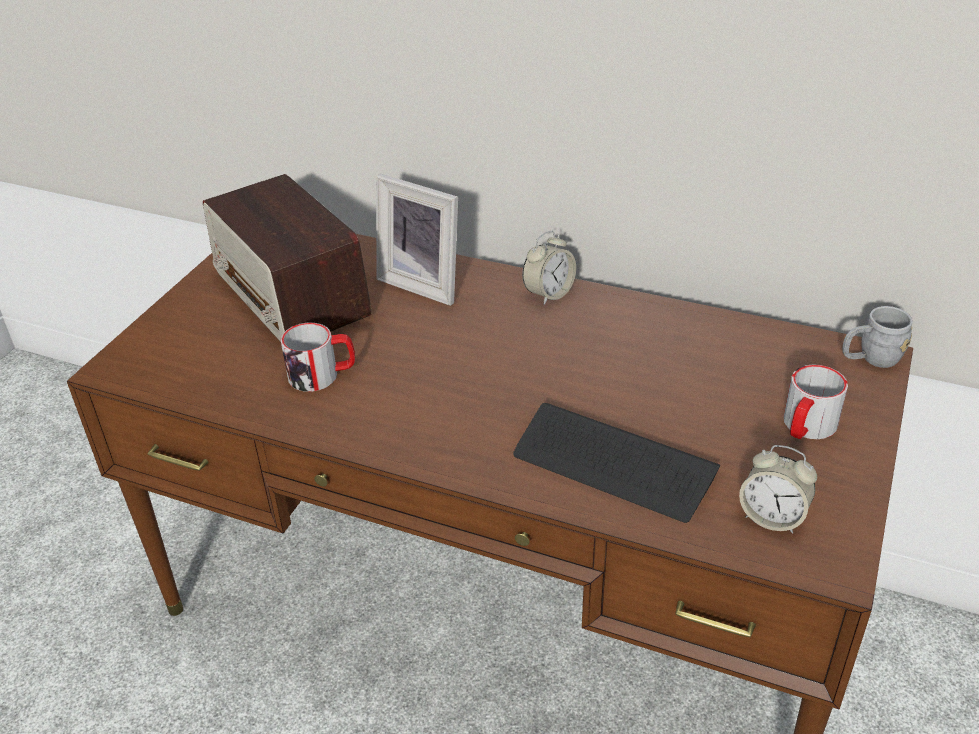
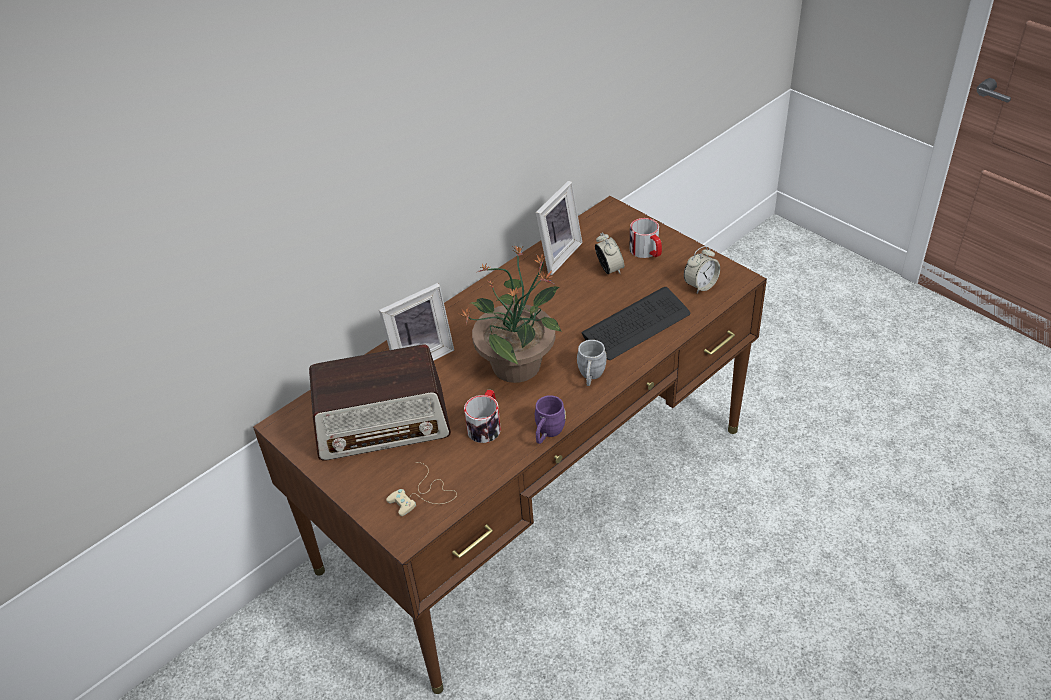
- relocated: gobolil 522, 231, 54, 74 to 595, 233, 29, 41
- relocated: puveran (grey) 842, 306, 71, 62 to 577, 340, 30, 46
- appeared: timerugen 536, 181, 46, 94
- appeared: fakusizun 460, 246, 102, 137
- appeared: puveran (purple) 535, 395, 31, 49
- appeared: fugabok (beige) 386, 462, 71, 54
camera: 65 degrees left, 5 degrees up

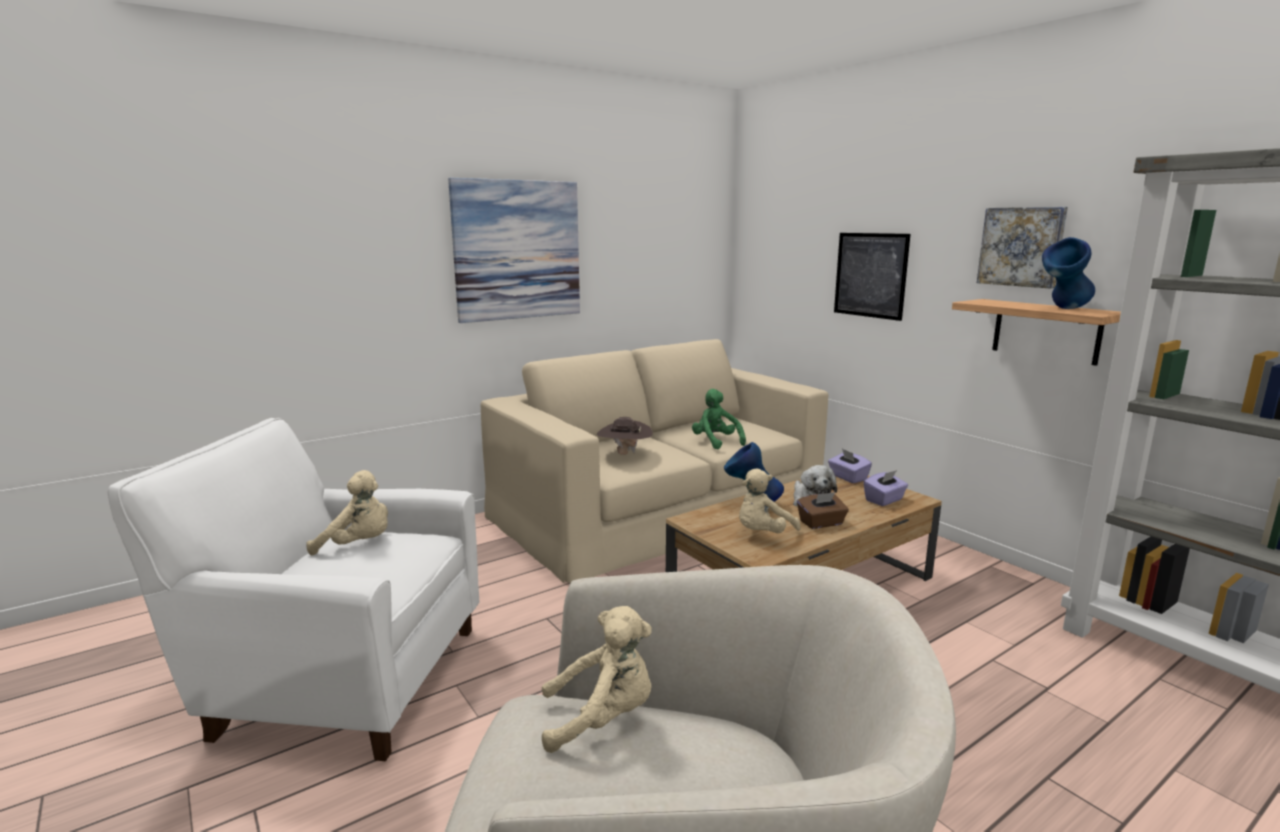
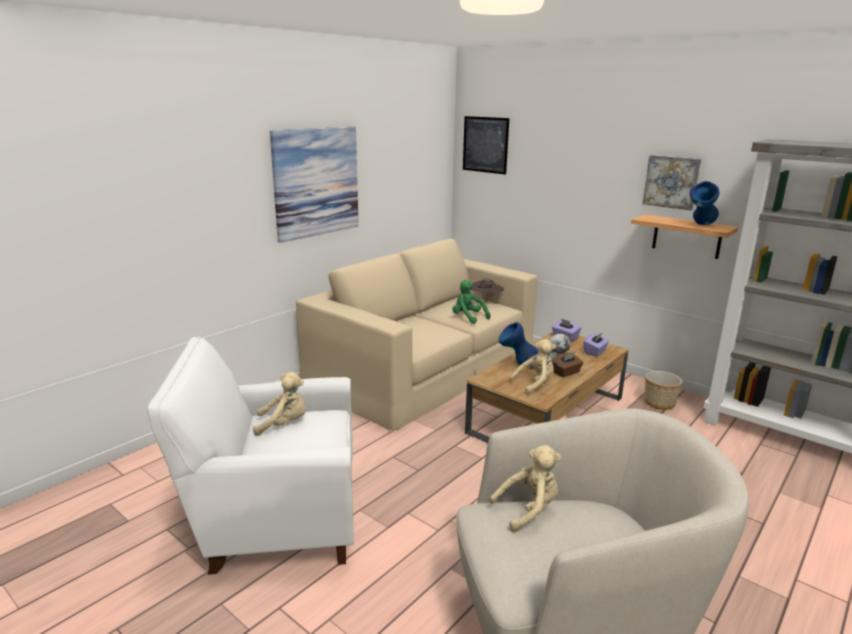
- relocated: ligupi 834, 233, 76, 88 to 463, 116, 46, 58
- relocated: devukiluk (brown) 597, 417, 56, 38 to 471, 278, 33, 24
- spun: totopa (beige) 739, 469, 62, 64 = 509, 339, 47, 56 150 degrees counterclockwise
- appeared: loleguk 644, 371, 38, 39
camera: 15 degrees left, 5 degrees up

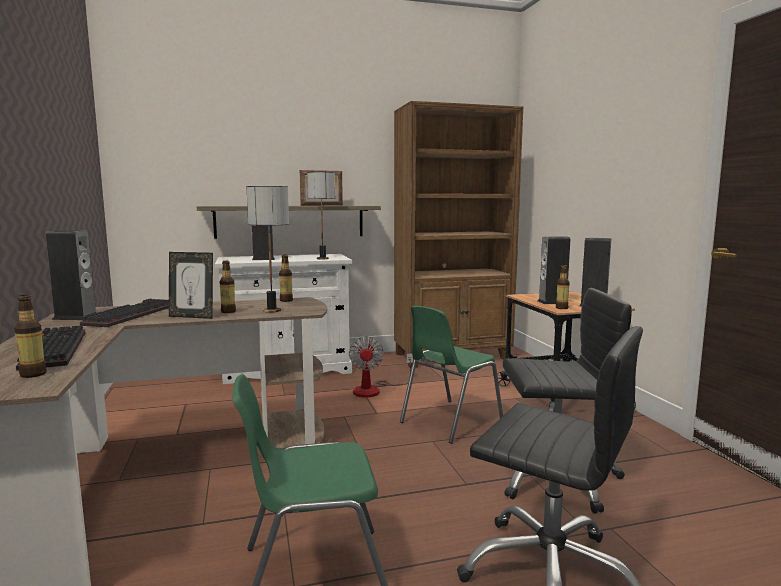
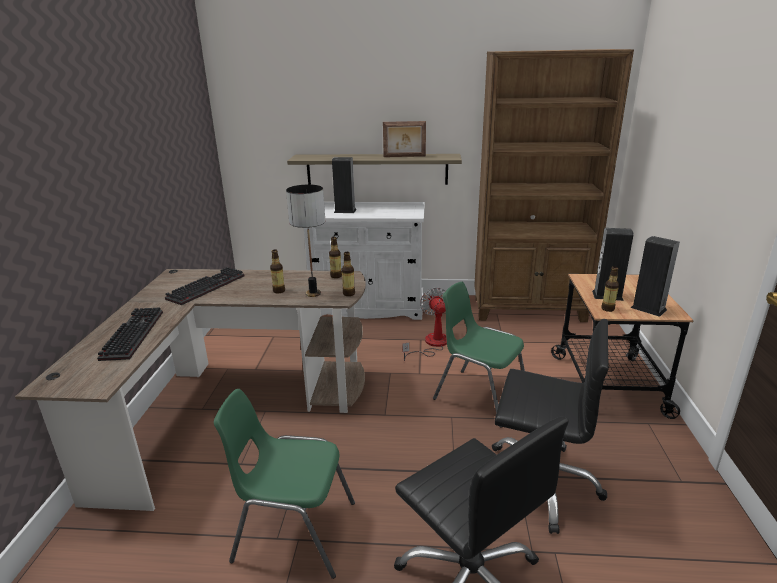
- missing: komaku 307, 172, 28, 88
- missing: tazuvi 46, 230, 51, 90
- missing: timerugen 169, 252, 44, 67
- relocated: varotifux 14, 295, 33, 83 to 342, 252, 13, 44
- spun: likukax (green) 400, 306, 103, 138 = 433, 282, 92, 146 60 degrees clockwise
- spun: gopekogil 349, 336, 64, 61 = 403, 287, 44, 74 150 degrees clockwise
camera: 20 degrees right, 15 degrees up

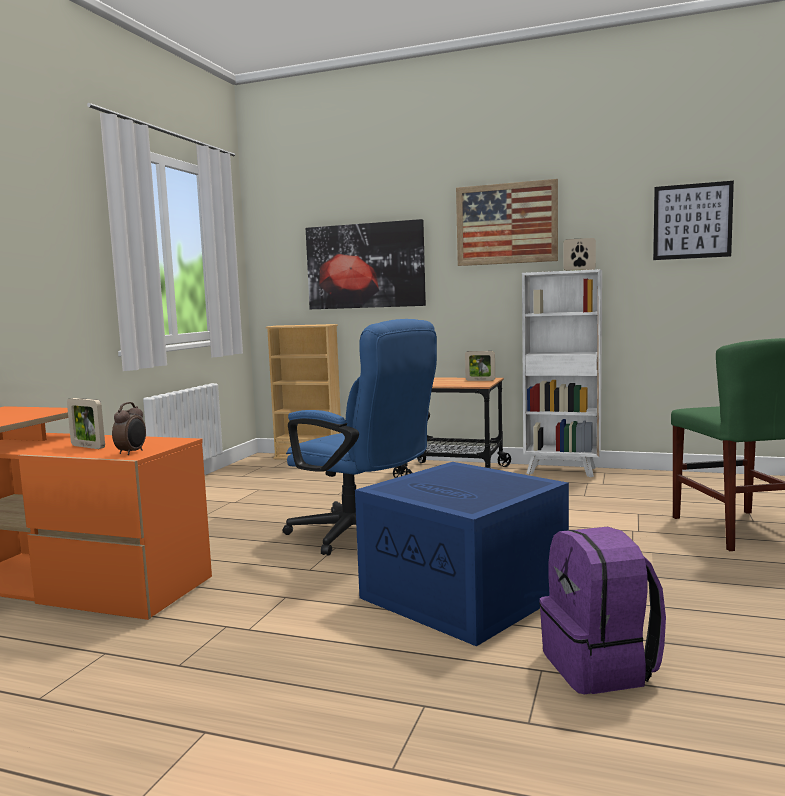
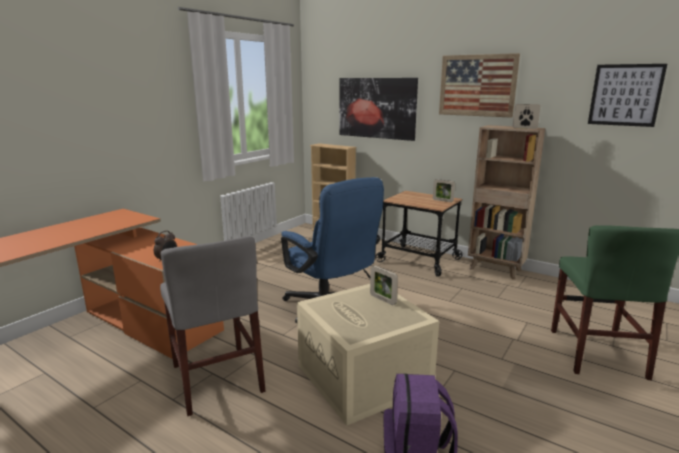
- colour: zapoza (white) 522, 269, 80, 208 to zapoza (brown) 468, 125, 77, 155
- relocated: timerugen 67, 398, 38, 51 to 370, 265, 28, 40
- colour: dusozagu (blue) 355, 462, 214, 184 to dusozagu (beige) 297, 284, 142, 142
- appeared: likukax (grey) 160, 236, 105, 180
camera: 15 degrees right, 10 degrees up

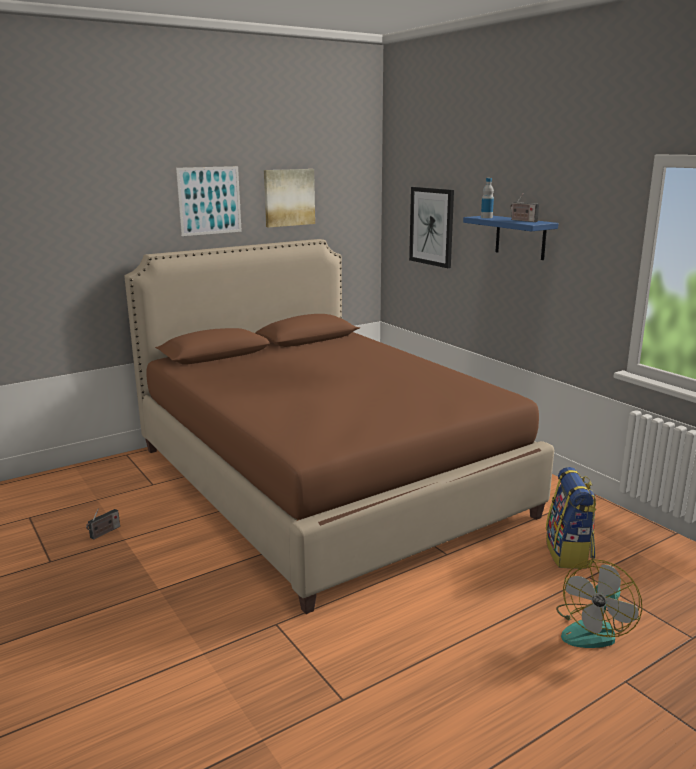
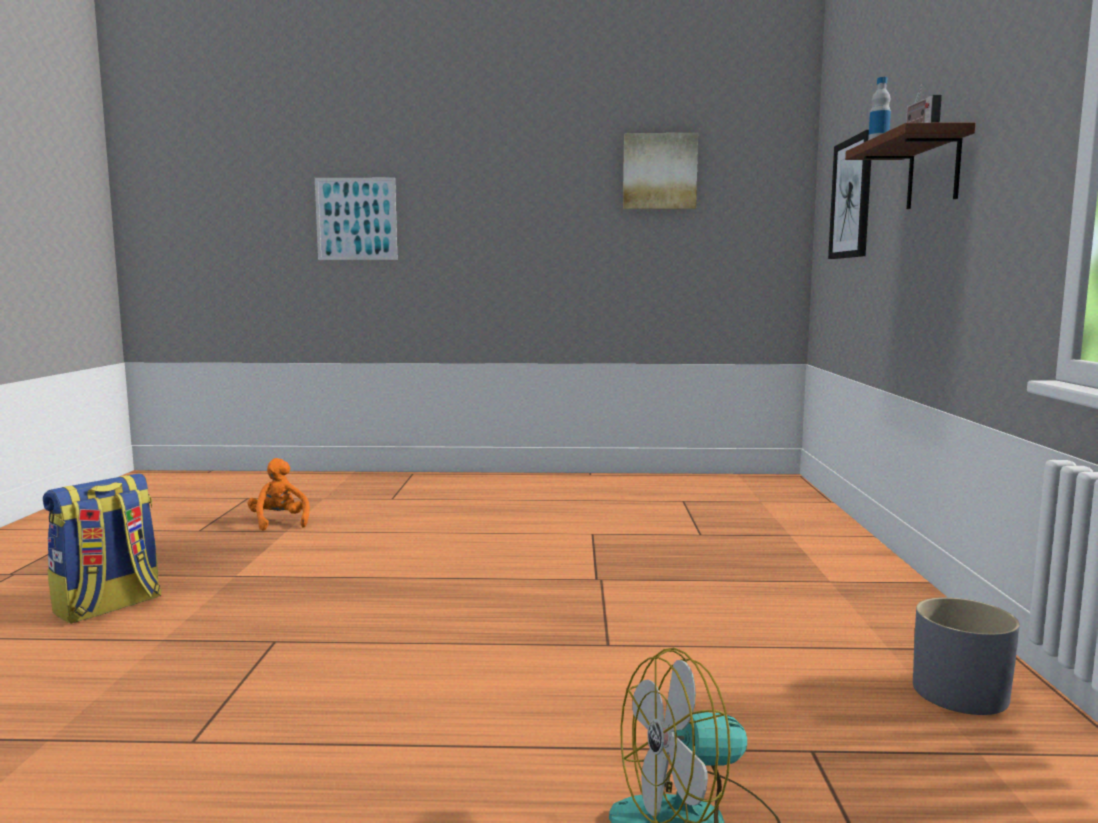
- relocated: ligupi 176, 166, 66, 70 to 315, 178, 83, 82
- colour: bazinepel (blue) 463, 216, 95, 44 to bazinepel (brown) 845, 122, 131, 87
- missing: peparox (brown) 125, 239, 429, 375
- relocated: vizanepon 546, 467, 50, 102 to 43, 473, 118, 151
- exchanged: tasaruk 86, 509, 34, 31 to totopa (orange) 248, 458, 62, 73
- appeared: loleguk (grey) 913, 597, 107, 118
camera: 35 degrees right, 10 degrees down

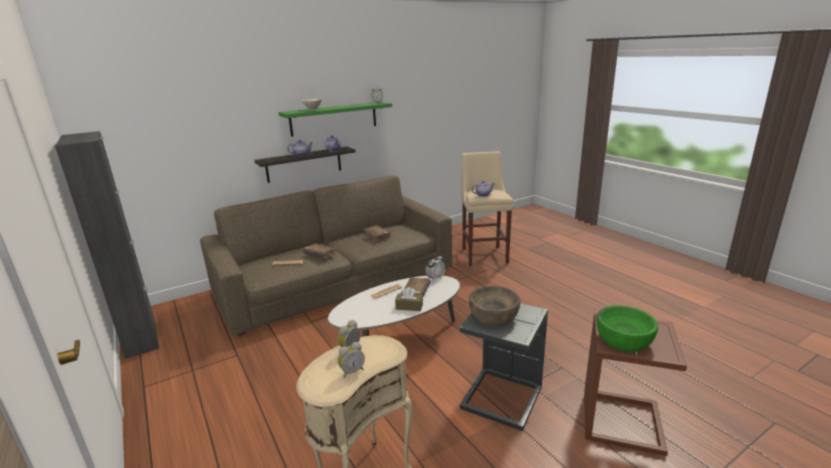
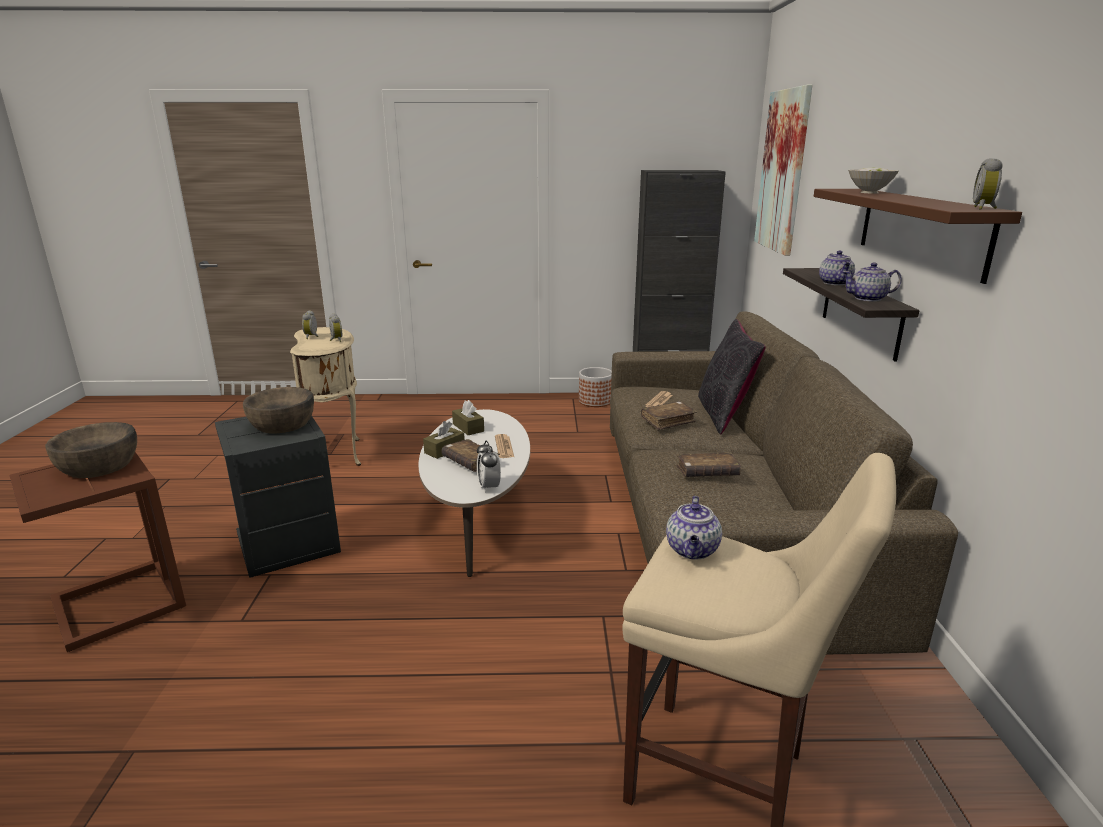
- colour: bazinepel (green) 278, 102, 114, 35 to bazinepel (brown) 813, 189, 209, 95
- colour: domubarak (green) 597, 305, 61, 47 to domubarak (brown) 45, 422, 92, 56
- appeared: ligupi 754, 85, 59, 171
- appeared: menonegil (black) 698, 319, 68, 116
- appeared: loleguk 579, 367, 33, 40
- appeared: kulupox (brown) 452, 400, 32, 35
camera: 120 degrees right, 0 degrees up

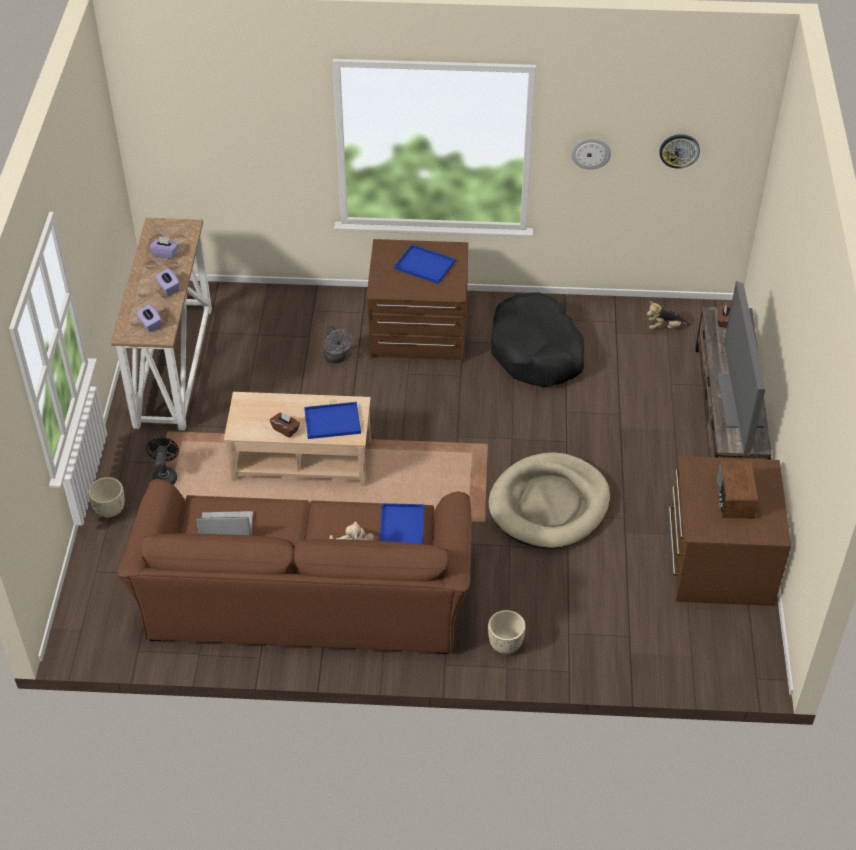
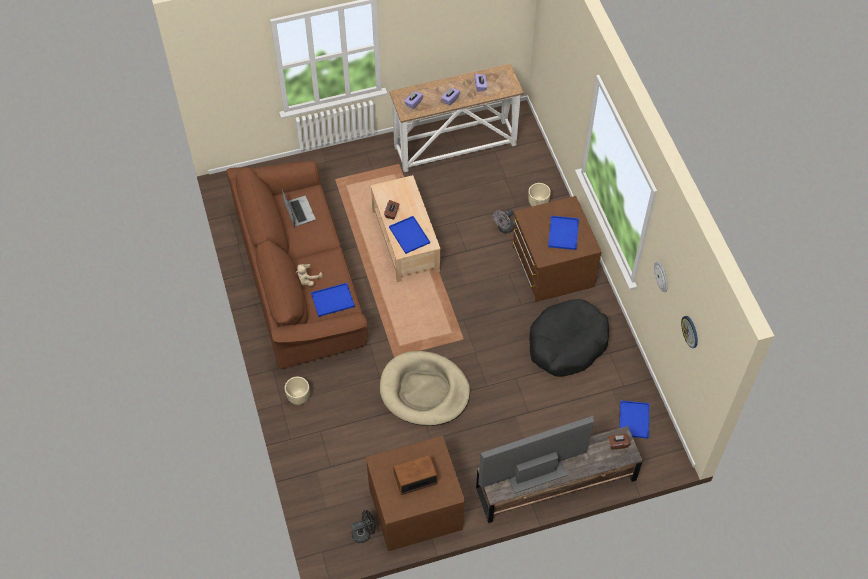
- exchanged: totopa 647, 301, 43, 28 to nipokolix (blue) 619, 401, 30, 37
- relocated: gopekogil (black) 146, 437, 33, 48 to 351, 510, 25, 33
- relocated: loleguk (beige) 88, 477, 36, 40 to 528, 183, 23, 24
camera: 70 degrees right, 10 degrees up

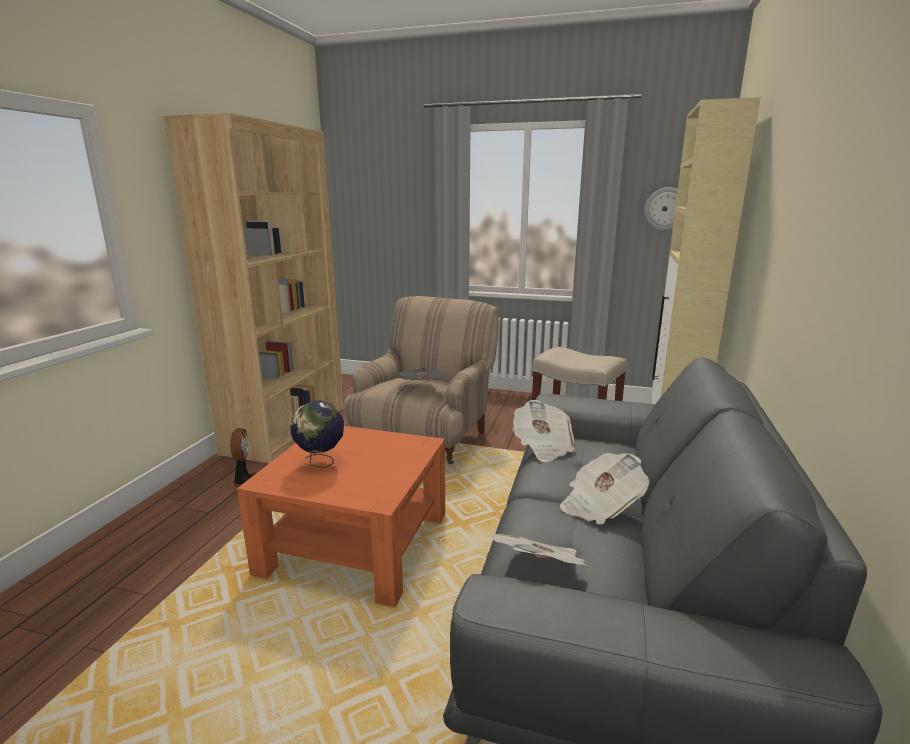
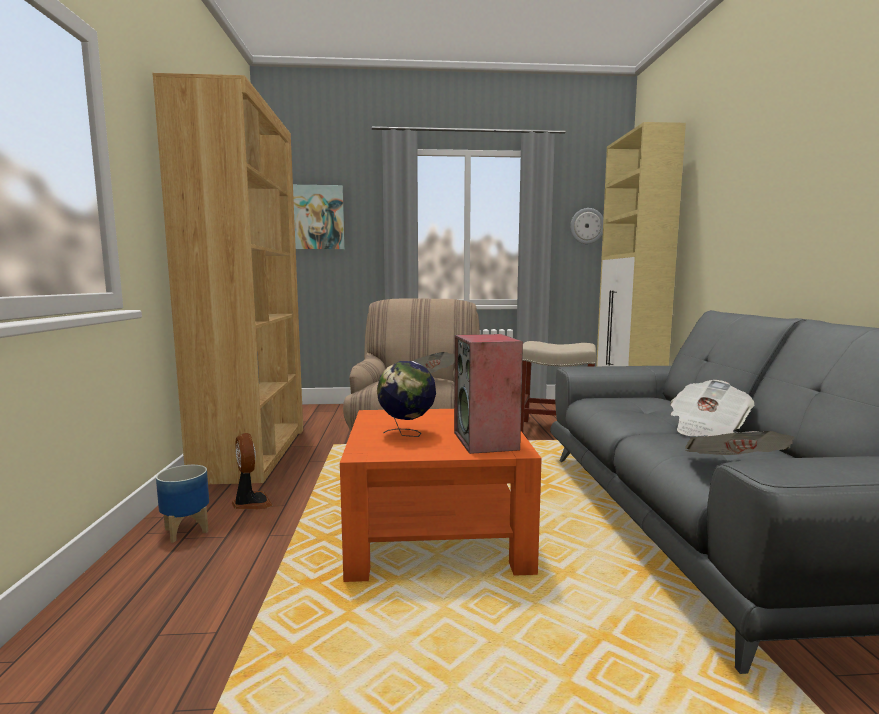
- missing: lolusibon 513, 400, 61, 62
- appeared: ligupi 293, 185, 52, 65
- appeared: tazuvi 454, 334, 69, 120
- appeared: loleguk 156, 465, 53, 78
camera: 20 degrees left, 10 degrees down

